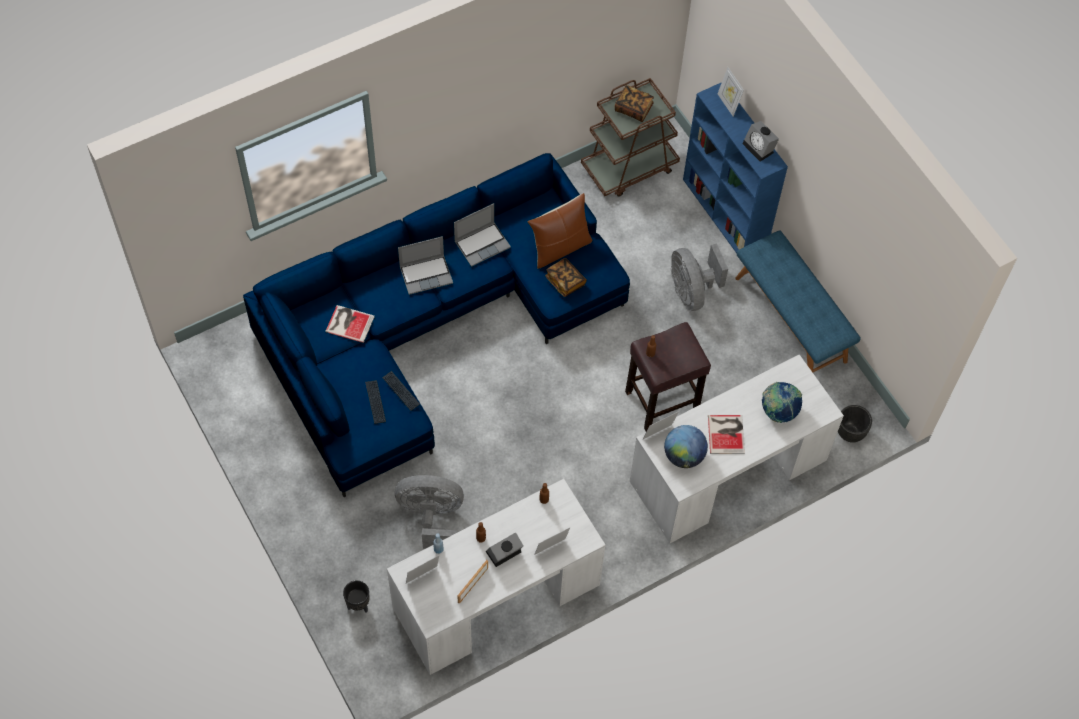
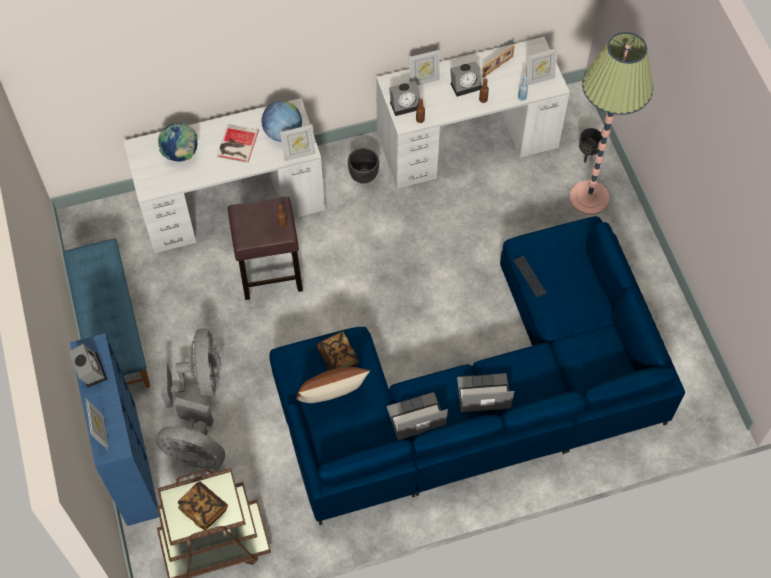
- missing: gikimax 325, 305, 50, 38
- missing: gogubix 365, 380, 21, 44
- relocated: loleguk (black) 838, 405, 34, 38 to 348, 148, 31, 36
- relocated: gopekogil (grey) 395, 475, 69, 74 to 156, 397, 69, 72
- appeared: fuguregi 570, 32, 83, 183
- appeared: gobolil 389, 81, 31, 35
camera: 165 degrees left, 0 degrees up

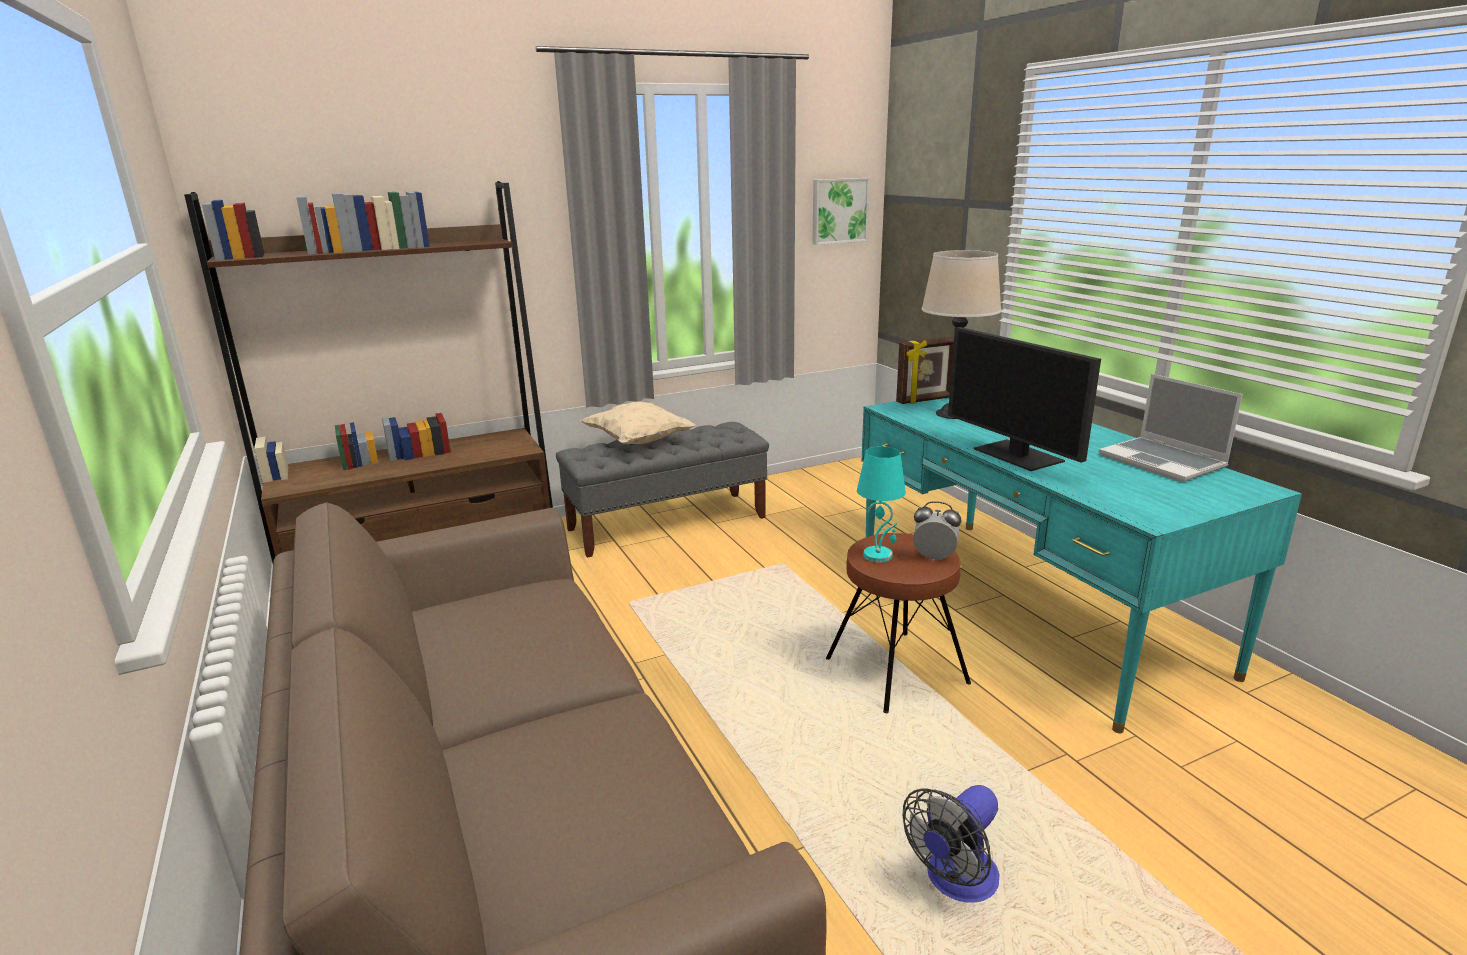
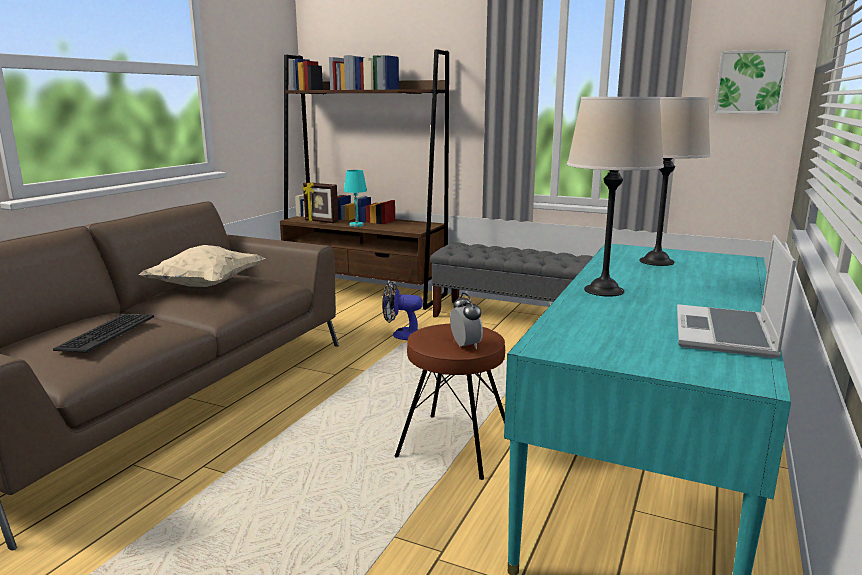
- exchanged: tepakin 948, 327, 153, 144 to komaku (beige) 567, 97, 97, 200
- relocated: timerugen 896, 337, 58, 67 to 303, 182, 35, 41
- relocated: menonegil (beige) 580, 401, 116, 43 to 138, 245, 127, 42
- relocated: komaku (turquoise) 857, 446, 49, 117 to 344, 170, 23, 57
- relocated: gopekogil 903, 785, 97, 118 to 382, 281, 41, 59
- appeared: gogubix 53, 314, 101, 39
camera: 50 degrees right, 5 degrees down

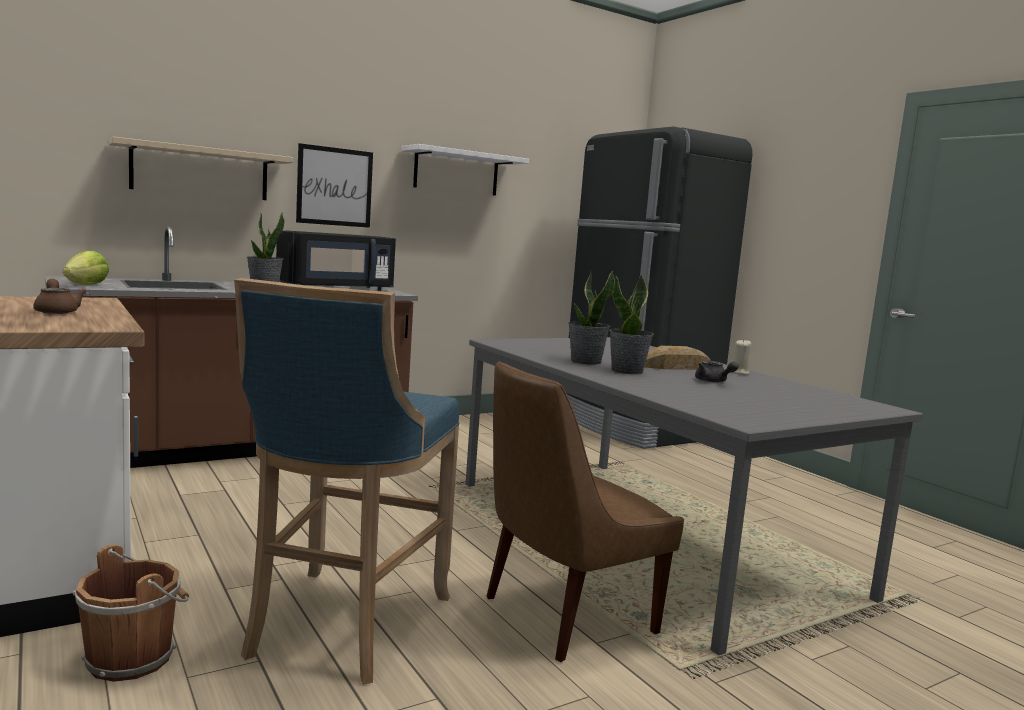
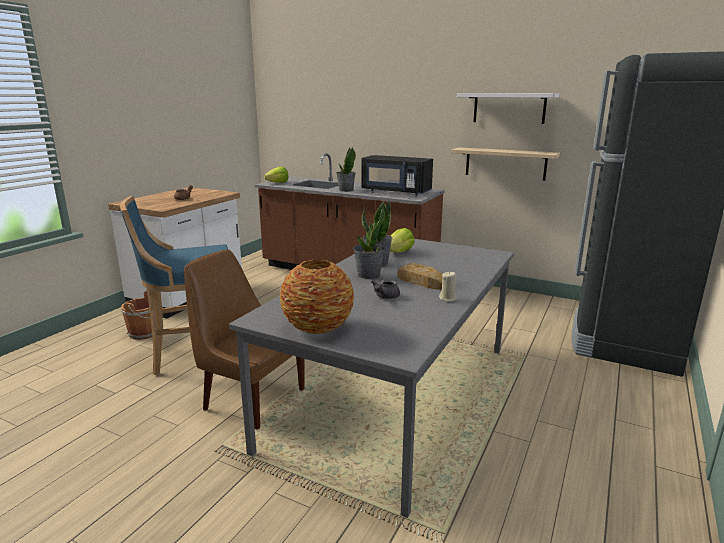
- relocated: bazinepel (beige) 109, 137, 184, 63 to 451, 147, 109, 34
- missing: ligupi 296, 143, 77, 85
- appeared: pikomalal 390, 228, 24, 25
- appeared: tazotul 280, 260, 74, 74
camera: 60 degrees right, 10 degrees up

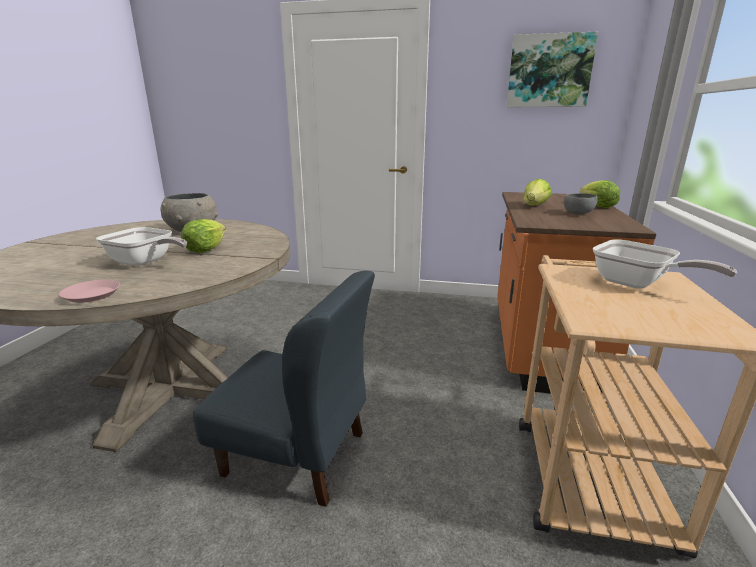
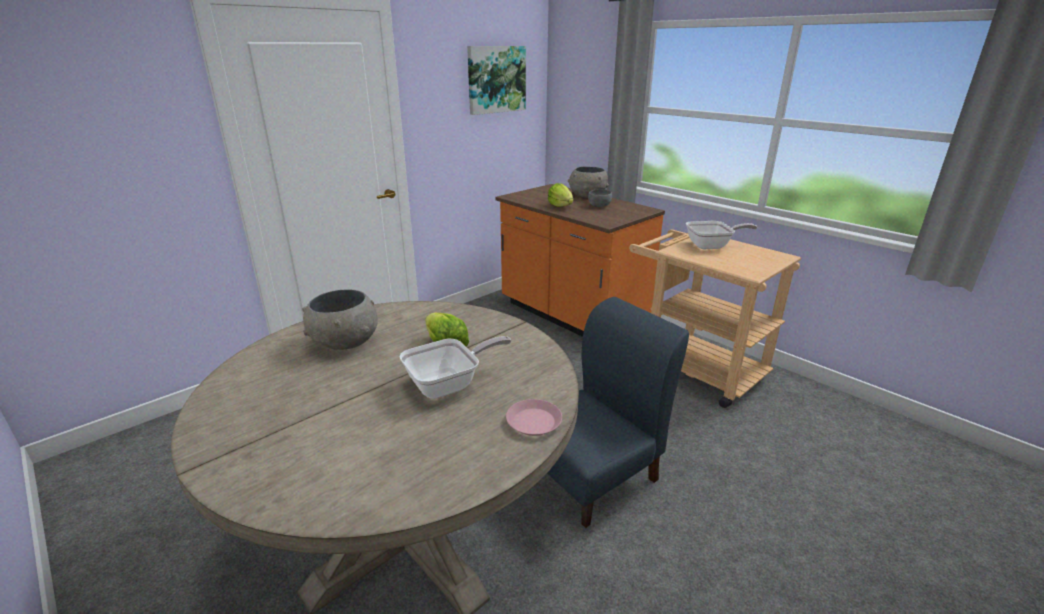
- exchanged: pikomalal 580, 180, 40, 28 to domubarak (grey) 568, 167, 41, 31
camera: 55 degrees left, 5 degrees up

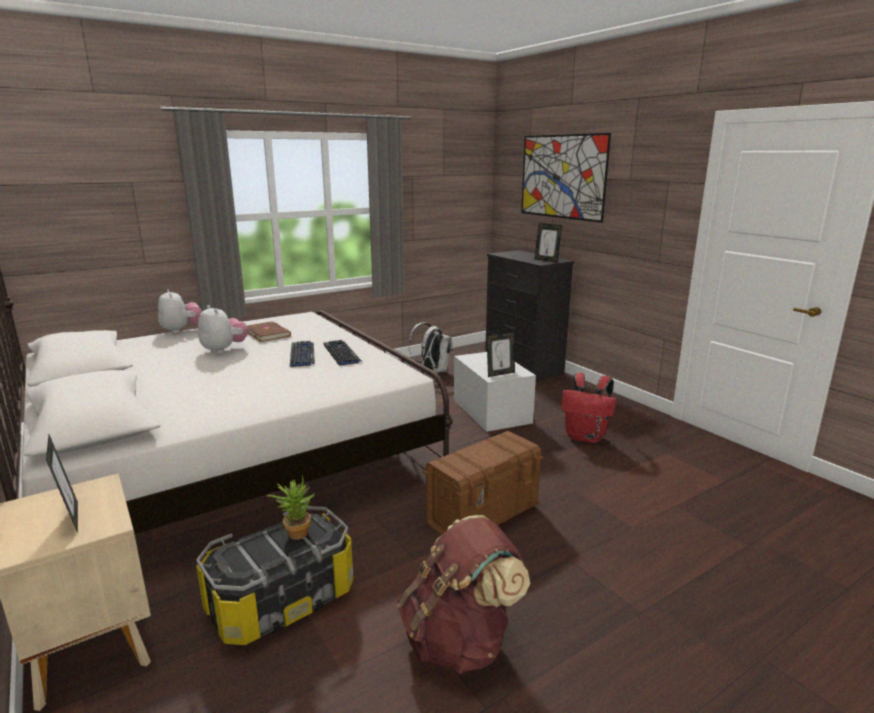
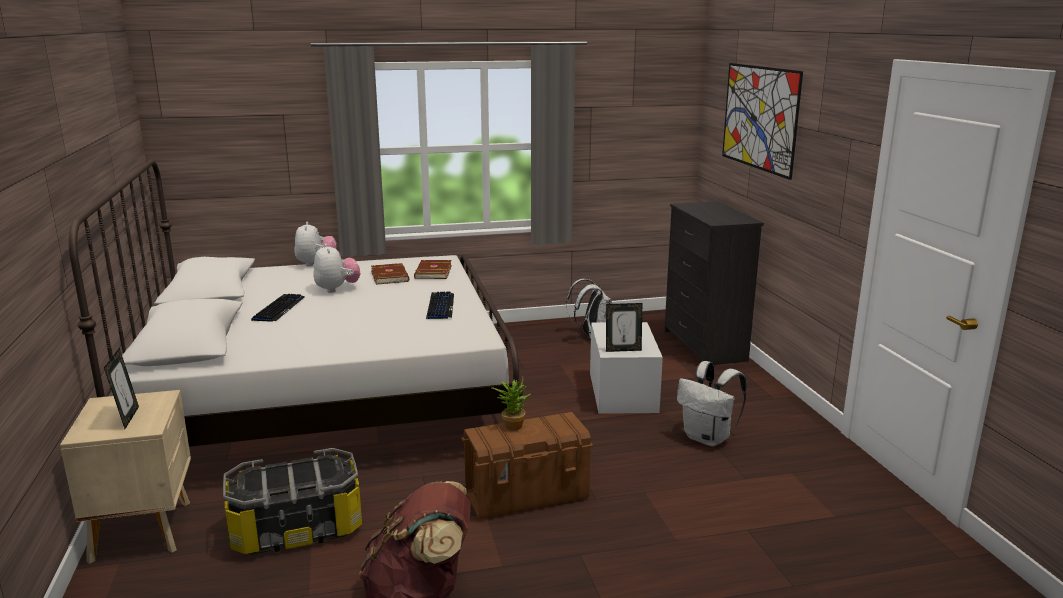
- missing: timerugen 534, 223, 28, 39
- relocated: gogubix 290, 341, 25, 26 to 251, 294, 54, 28
- colour: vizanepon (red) 561, 373, 55, 70 to vizanepon (white) 677, 361, 70, 86
- relocated: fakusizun 267, 475, 48, 65 to 491, 378, 40, 53
- appeared: gikimax (brown) 414, 260, 38, 19
camera: 20 degrees right, 0 degrees up

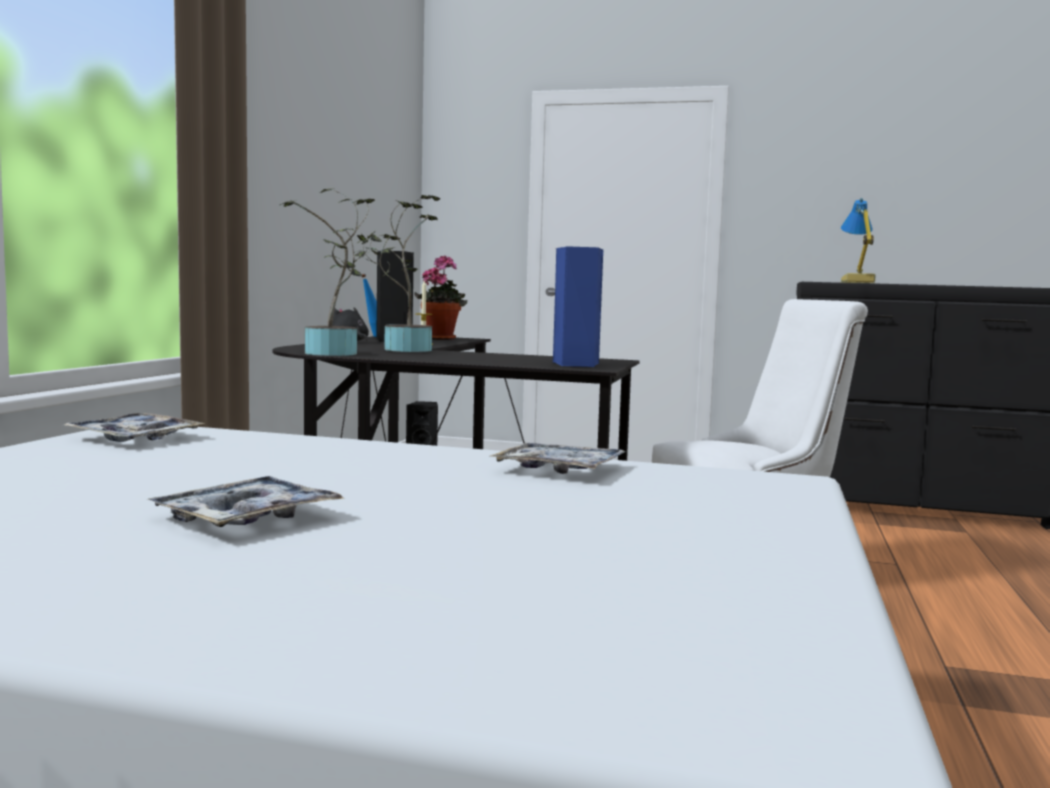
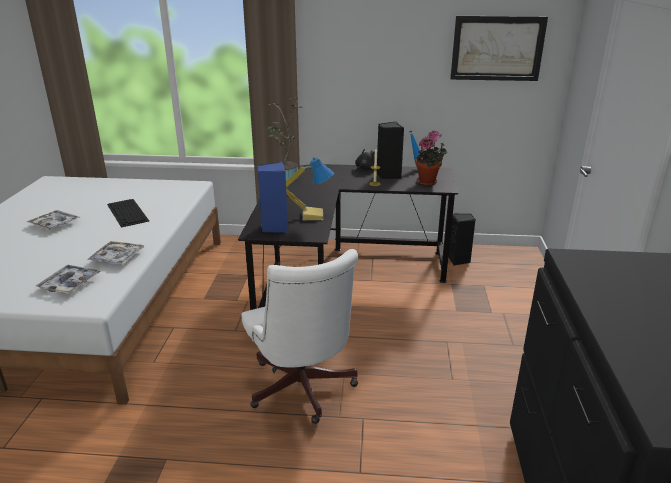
- missing: fakusizun 354, 195, 86, 157
- relocated: komaku 841, 198, 35, 85 to 286, 157, 48, 63
- relocated: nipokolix 64, 413, 141, 29 to 35, 265, 66, 29
- appeared: ligupi 450, 16, 98, 65
- appeared: gogubix 107, 199, 42, 28
camera: 80 degrees right, 20 degrees up

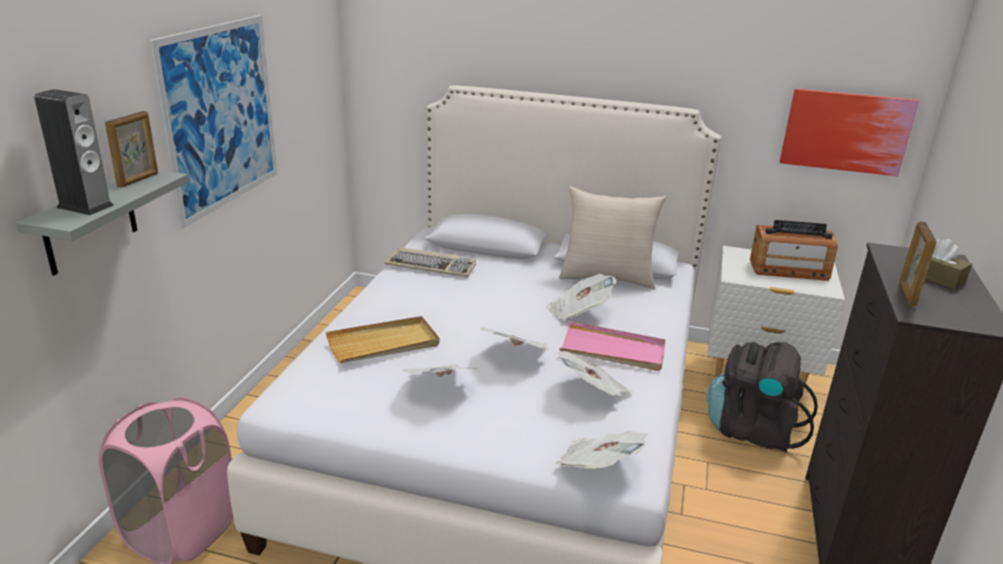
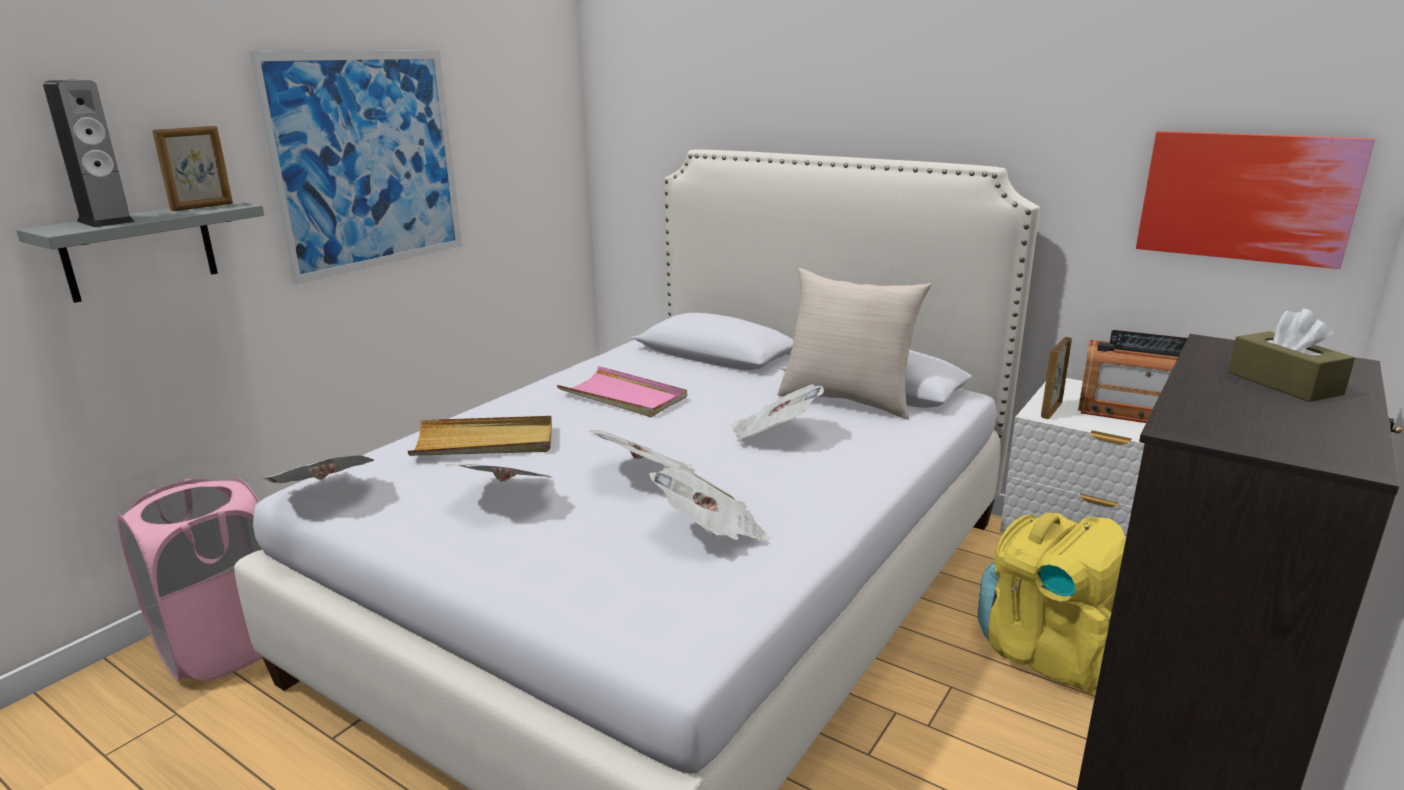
- relocated: timerugen 899, 222, 38, 84 to 1041, 337, 31, 82
- missing: gogubix 385, 247, 91, 30
- relocated: nipokolix (pink) 559, 321, 106, 50 to 557, 366, 130, 51
- colour: vizanepon (black) 707, 342, 111, 111 to vizanepon (yellow) 978, 513, 148, 182
- relocated: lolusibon 555, 431, 93, 38 to 261, 455, 113, 28
camera: 20 degrees right, 5 degrees down

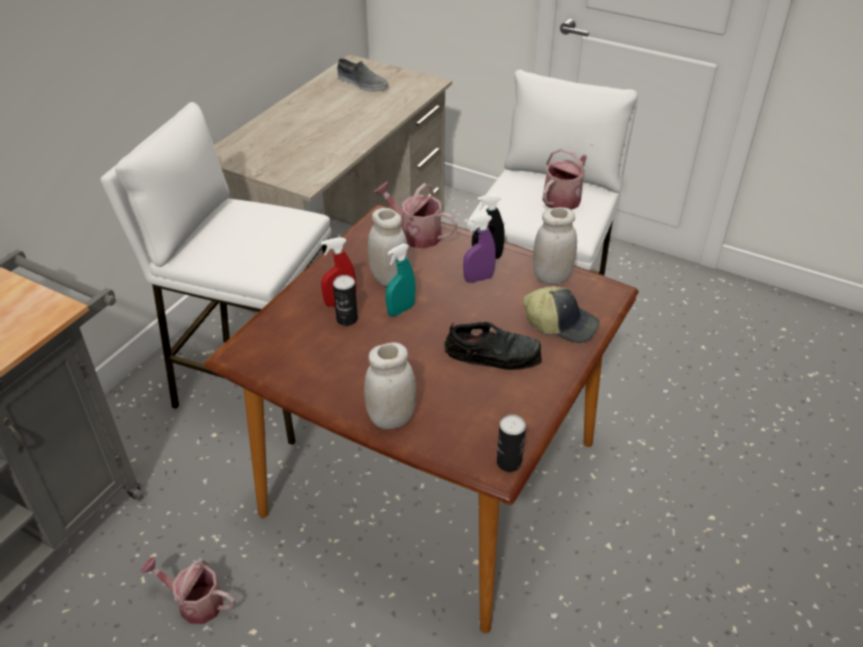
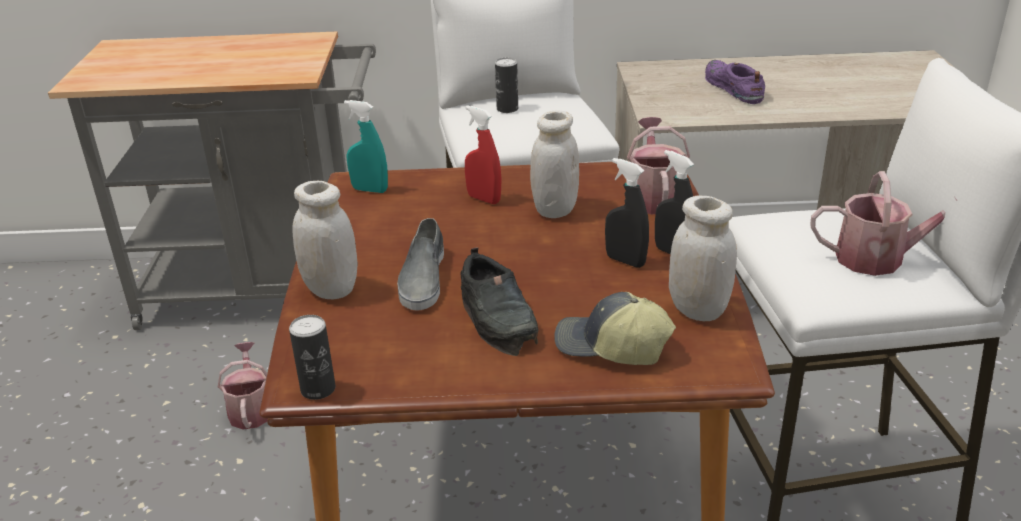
- relocated: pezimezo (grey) 337, 58, 51, 34 to 397, 218, 47, 92
- colour: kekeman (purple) 463, 214, 33, 69 to kekeman (black) 605, 158, 44, 110
- relocated: kekeman (turquoise) 386, 244, 30, 72 to 344, 100, 44, 93
- relocated: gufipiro 333, 275, 25, 51 to 495, 58, 23, 55
- spun: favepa 523, 286, 77, 57 = 554, 292, 122, 73 120 degrees clockwise
- appeared: pezimezo (purple) 705, 60, 60, 44
camera: 60 degrees right, 10 degrees down

